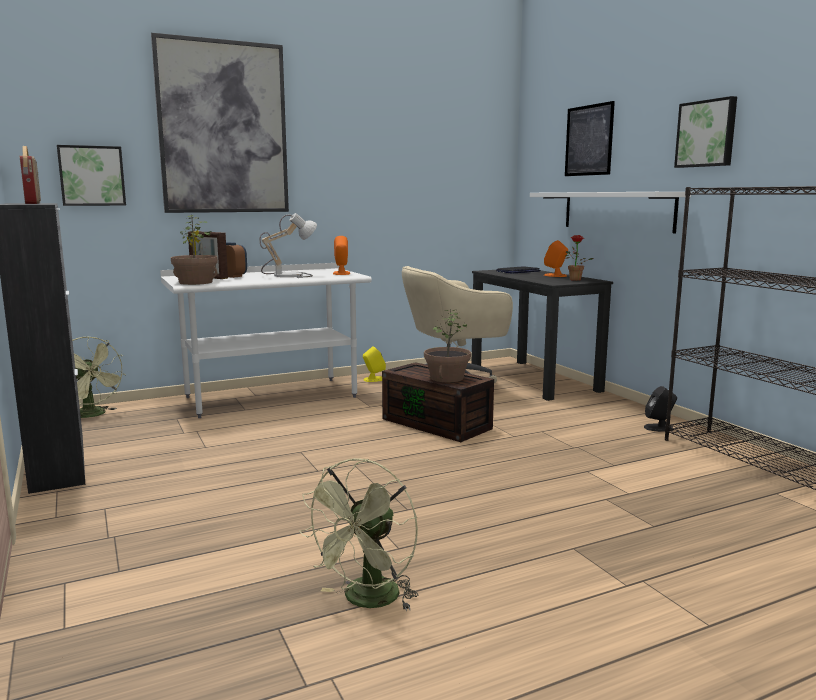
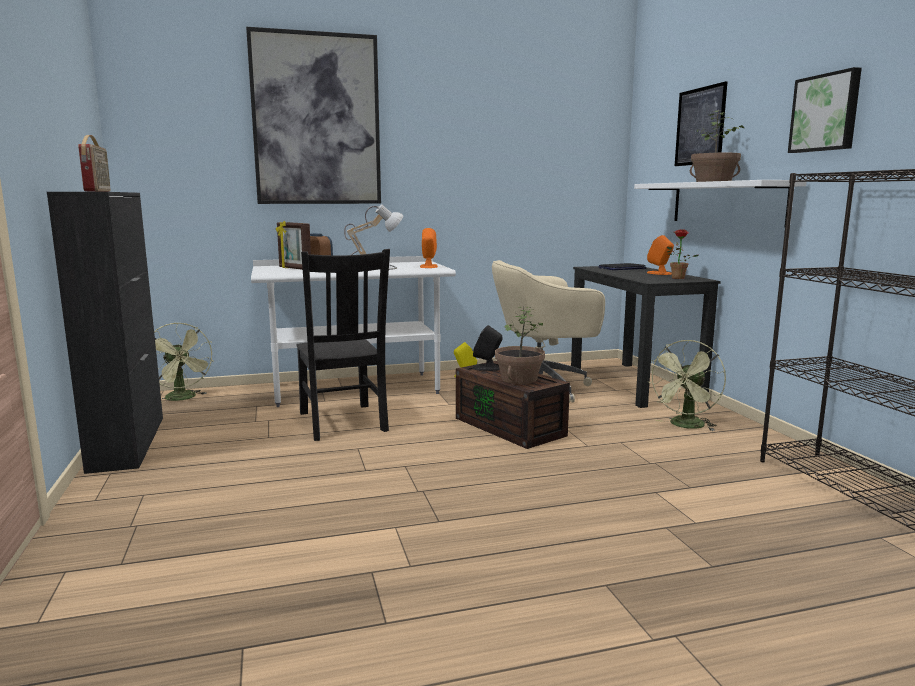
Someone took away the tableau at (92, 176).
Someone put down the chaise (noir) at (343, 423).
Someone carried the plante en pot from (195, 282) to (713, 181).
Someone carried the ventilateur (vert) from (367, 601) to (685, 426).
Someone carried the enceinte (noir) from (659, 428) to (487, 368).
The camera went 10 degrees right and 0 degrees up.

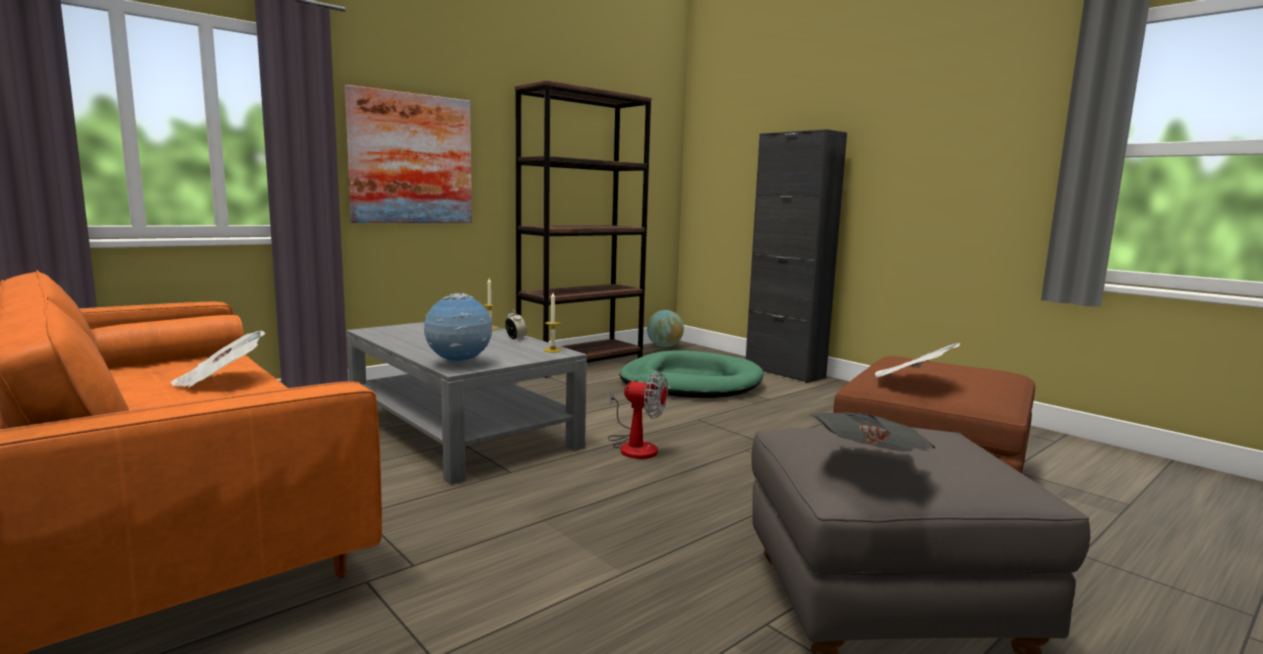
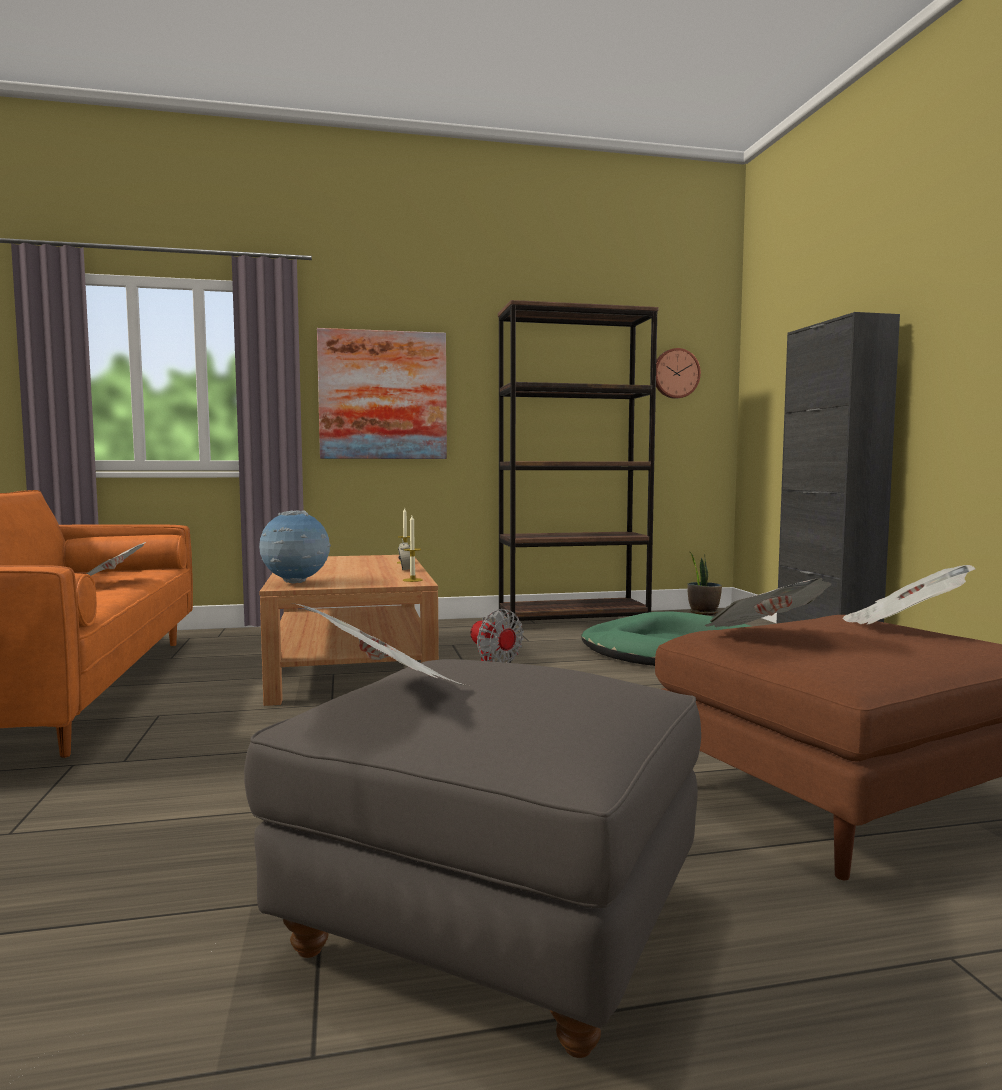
Someone put up the horloge murale at (675, 373).
Someone put down the journal at (903, 626).
Someone swapped the globe at (664, 346) for the plante en pot at (703, 613).
Someone repainted the table basse (gris) at (460, 429), which became the table basse (marron) at (351, 664).
The camera went 30 degrees right and 5 degrees down.

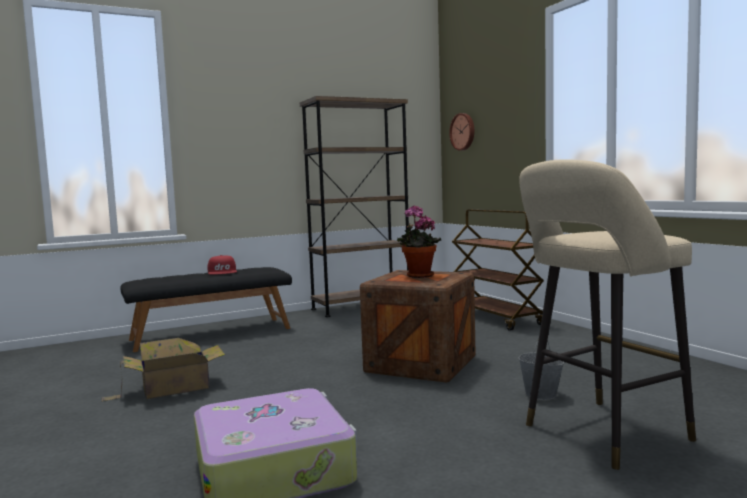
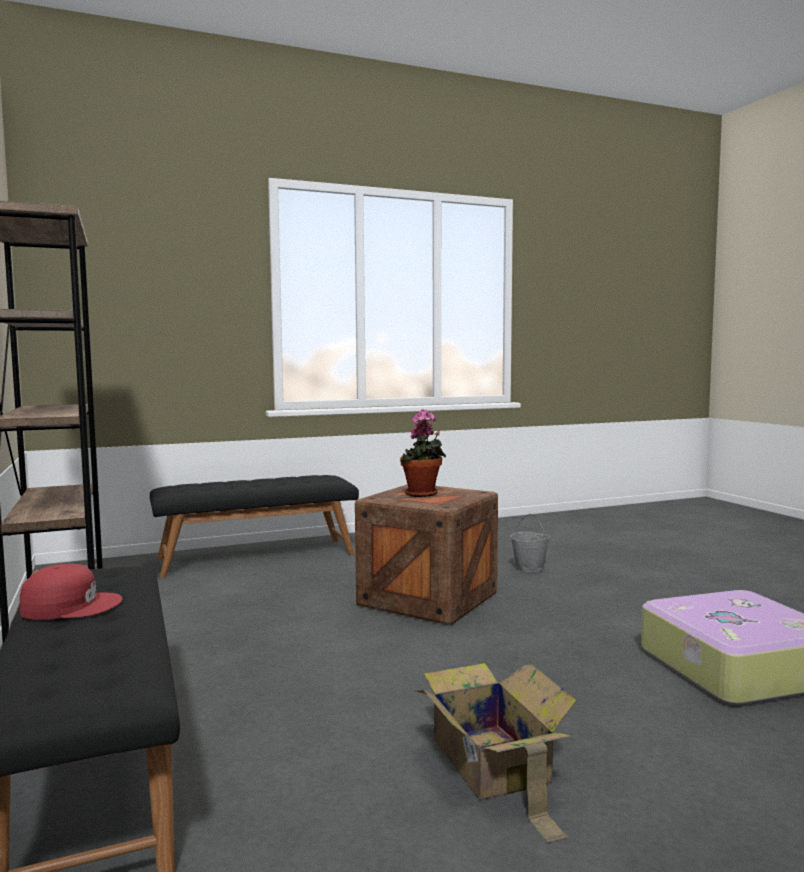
Someone took away the horloge murale at (463, 132).
Someone took away the tabouret (beige) at (600, 434).
Someone swapped the chariot (marron) at (496, 318) for the banc (noir) at (256, 556).
The camera went 85 degrees left and 0 degrees up.

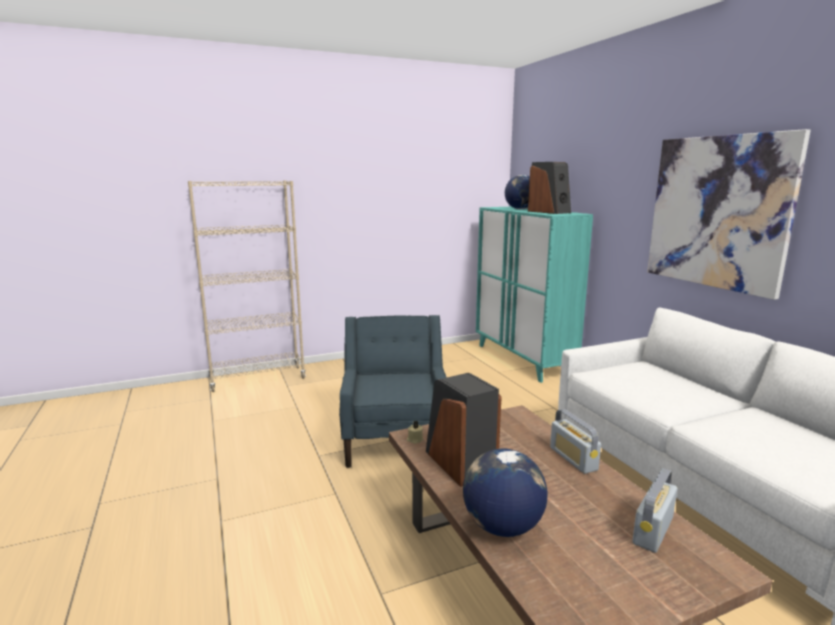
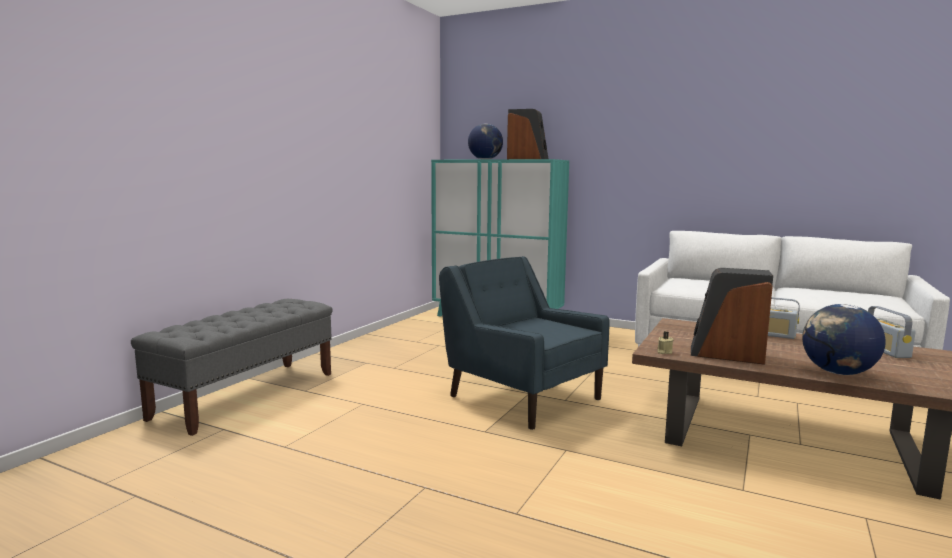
Someone took away the tableau at (717, 212).
Someone swapped the bibliothèque (beige) at (258, 379) for the banc (gris) at (247, 394).
The camera went 40 degrees left and 5 degrees down.

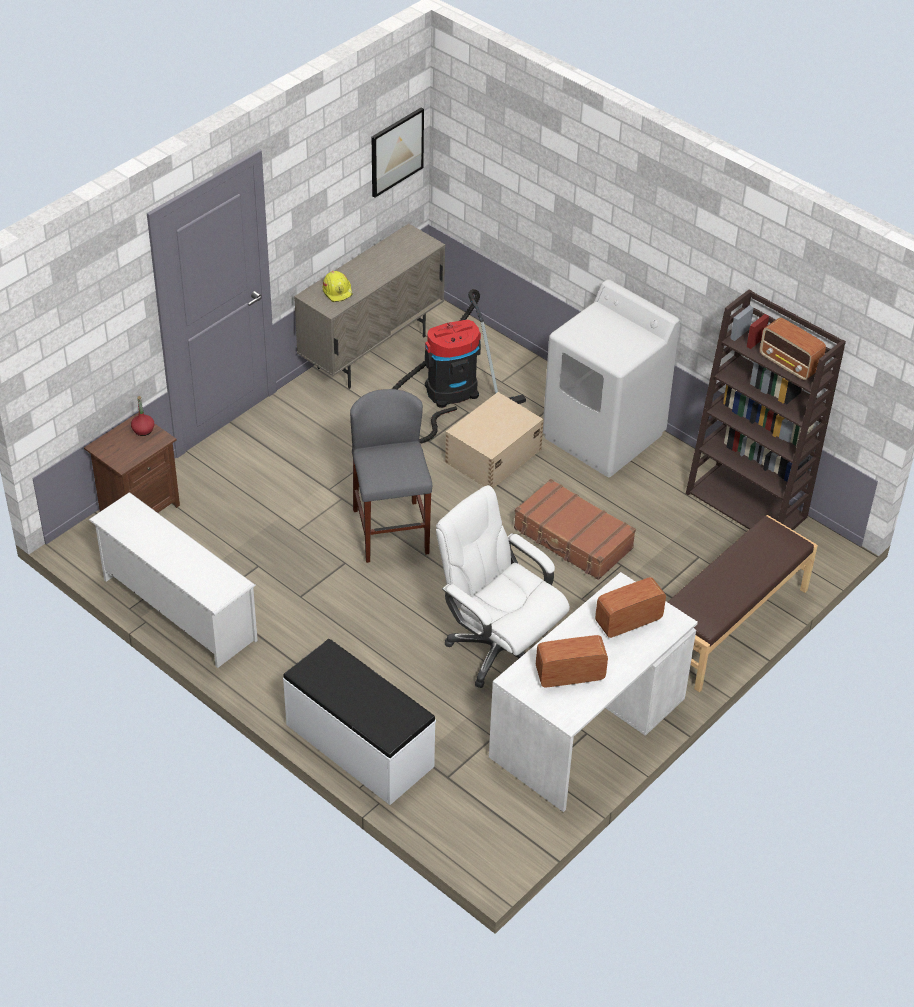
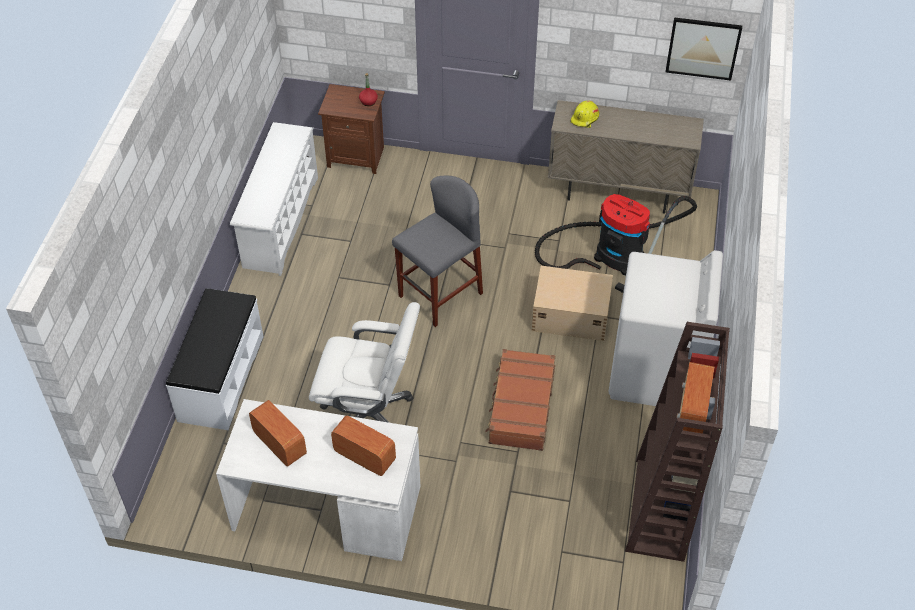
Someone took away the banc (marron) at (730, 624).
Someone rotated the chaise de bureau (blanc) at (498, 649) by 90 degrees clockwise.
The camera went 60 degrees right and 5 degrees up.

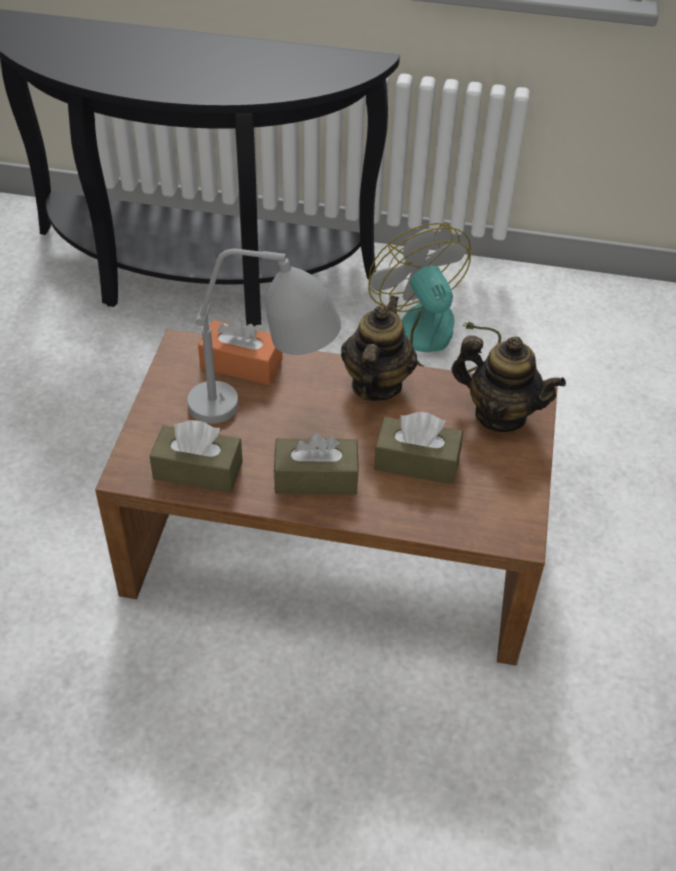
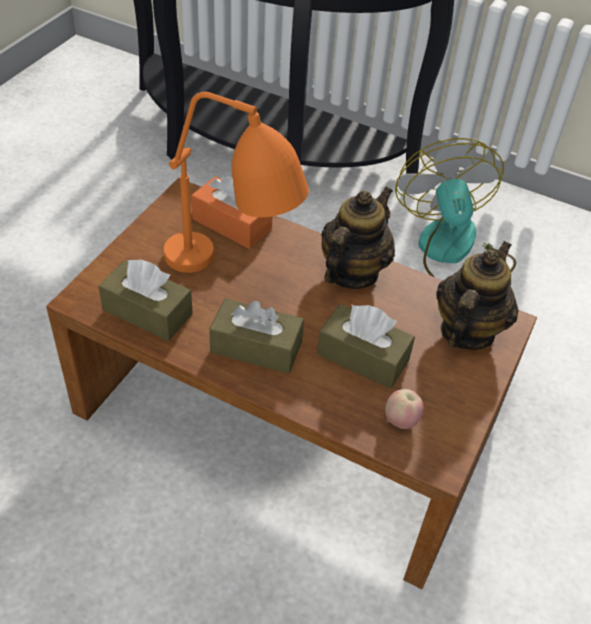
Someone put down the pomme at (401, 420).
Someone repainted the lampe de table (gris) at (266, 417), which became the lampe de table (orange) at (233, 278).
Someone rotated the théière at (500, 414) by 105 degrees counterclockwise.
The camera went 15 degrees right and 0 degrees up.

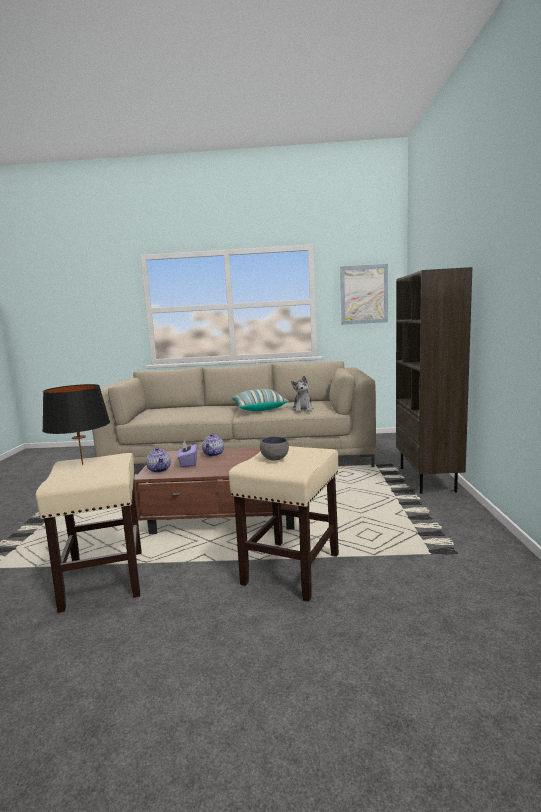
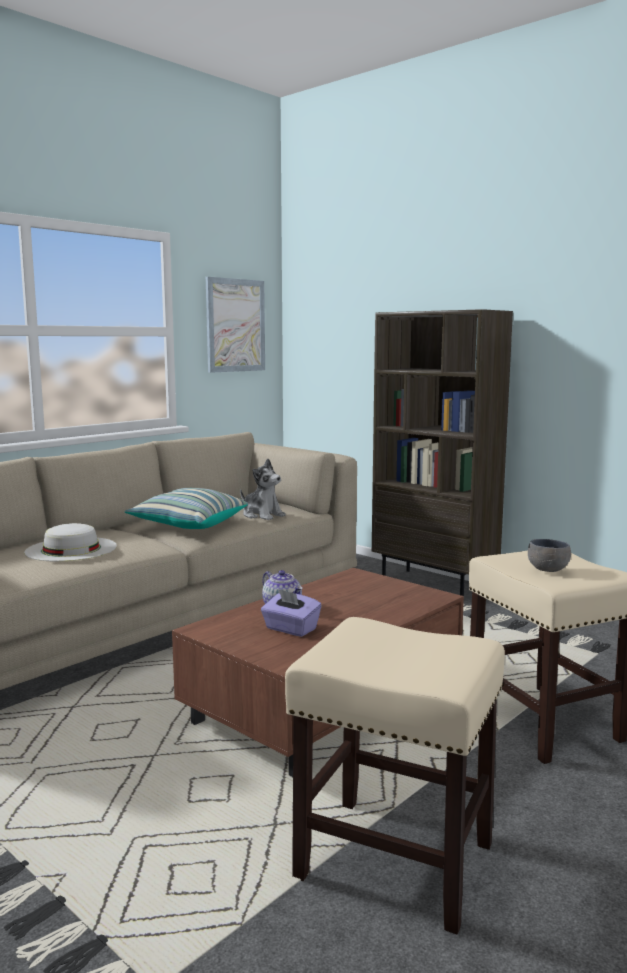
Someone took away the lampe de table (noir) at (83, 465).
Someone took away the théière at (159, 470).
Someone put down the chapeau (blanc) at (71, 549).
The camera went 50 degrees left and 0 degrees up.

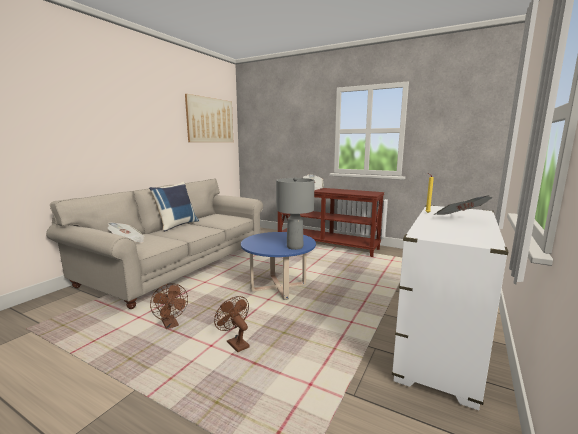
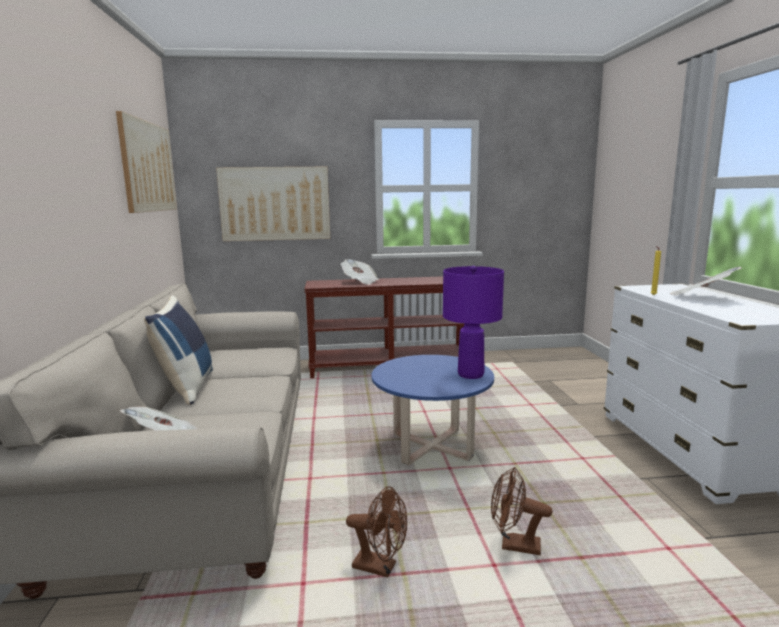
Someone put up the tableau at (275, 204).
Someone repainted the lampe de table (gris) at (295, 247), which became the lampe de table (violet) at (471, 374).
The camera went 35 degrees left and 0 degrees up.

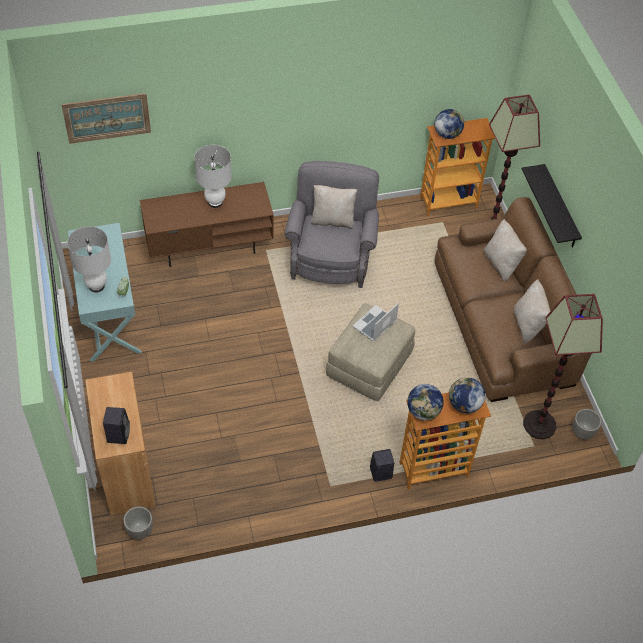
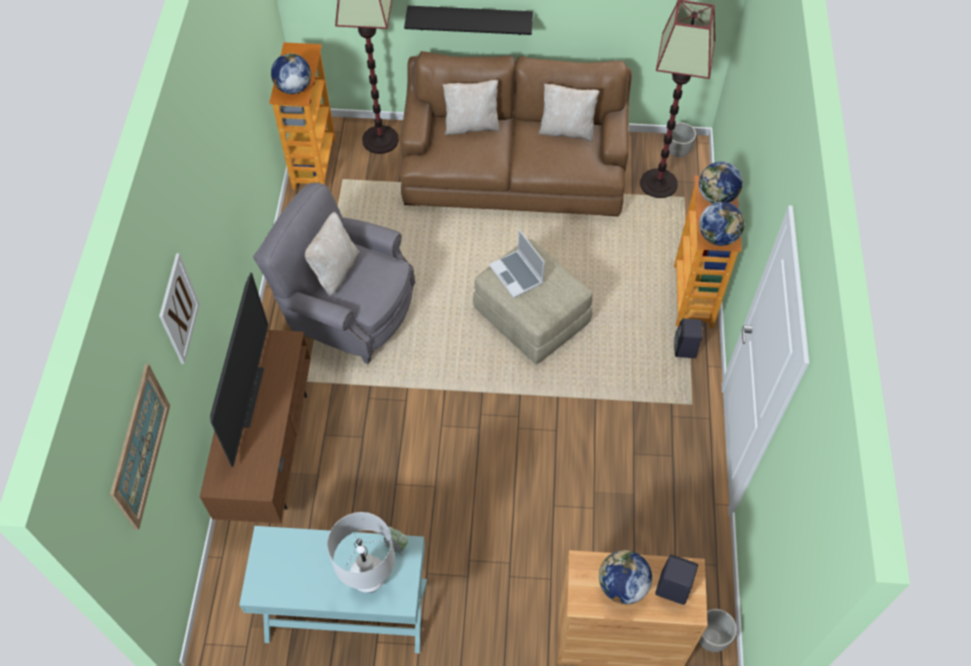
Someone put up the tableau at (178, 309).
Someone put down the globe at (622, 585).
Someone swapped the lampe de table (blanc) at (215, 202) for the téléviseur at (250, 397).
The camera went 70 degrees left and 5 degrees up.

